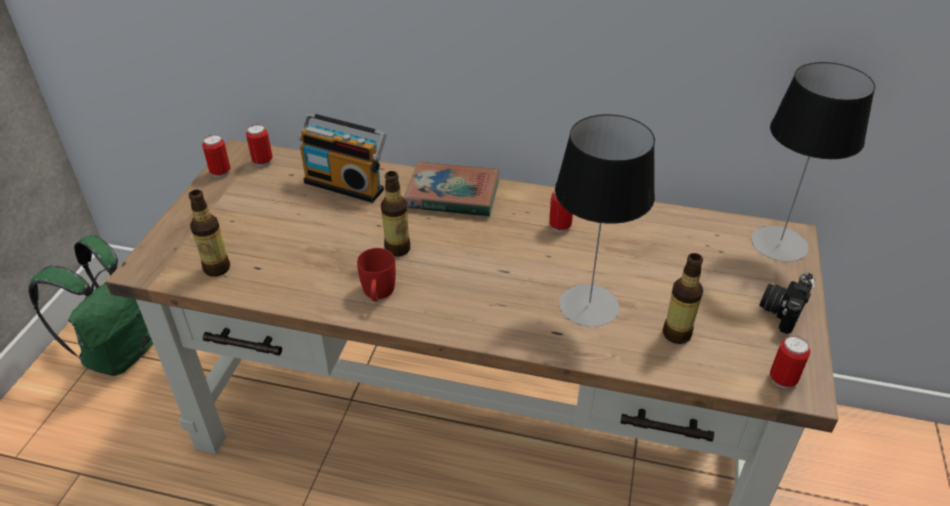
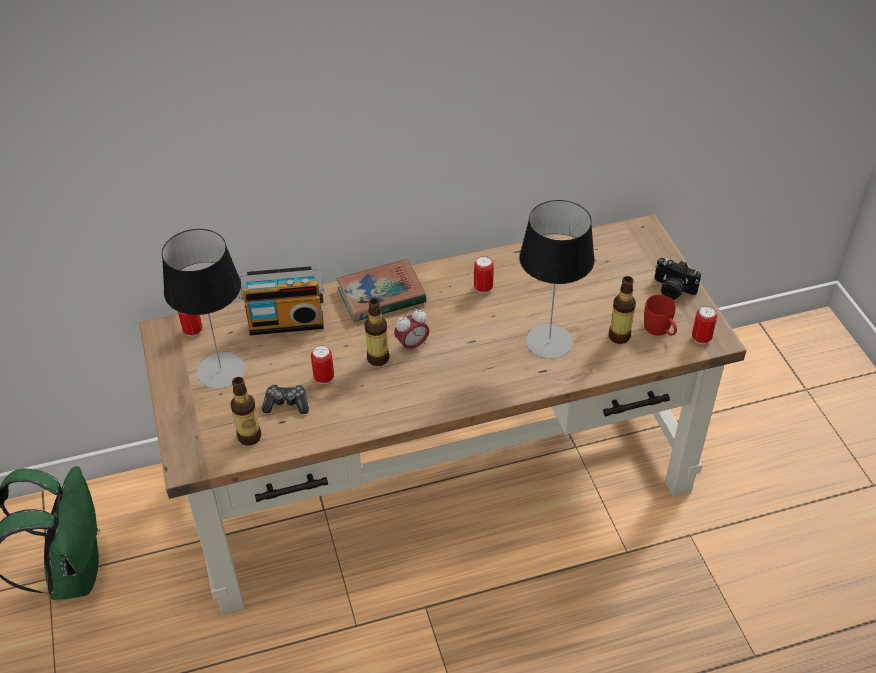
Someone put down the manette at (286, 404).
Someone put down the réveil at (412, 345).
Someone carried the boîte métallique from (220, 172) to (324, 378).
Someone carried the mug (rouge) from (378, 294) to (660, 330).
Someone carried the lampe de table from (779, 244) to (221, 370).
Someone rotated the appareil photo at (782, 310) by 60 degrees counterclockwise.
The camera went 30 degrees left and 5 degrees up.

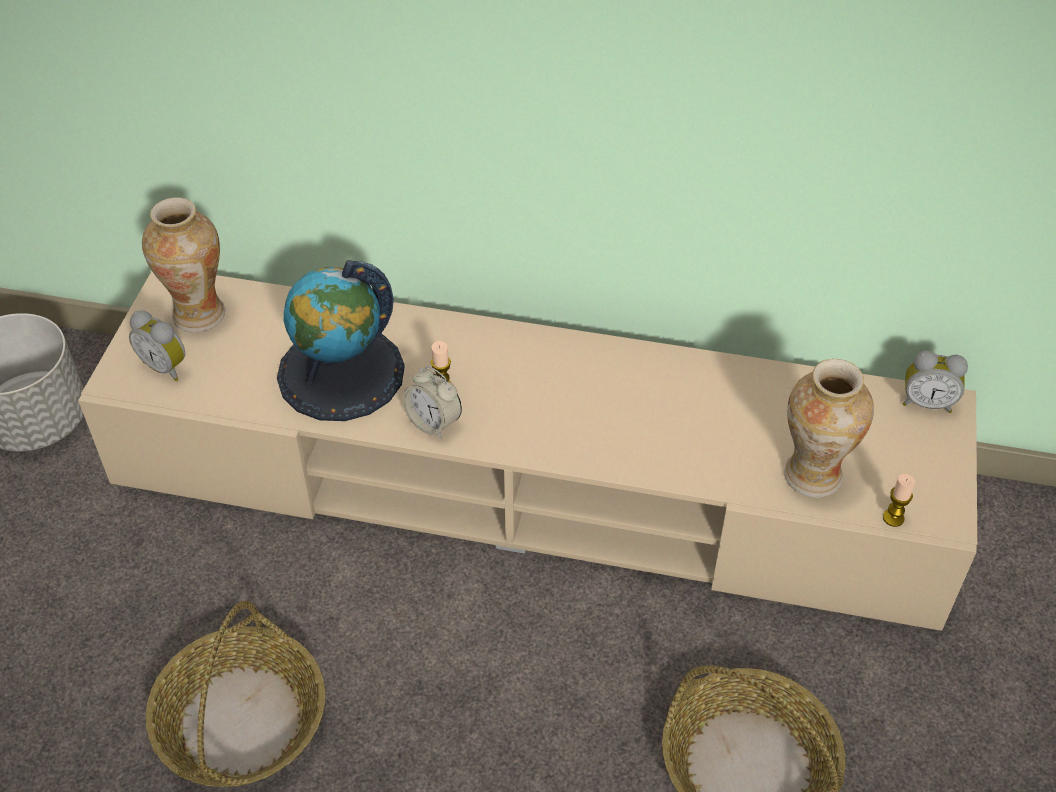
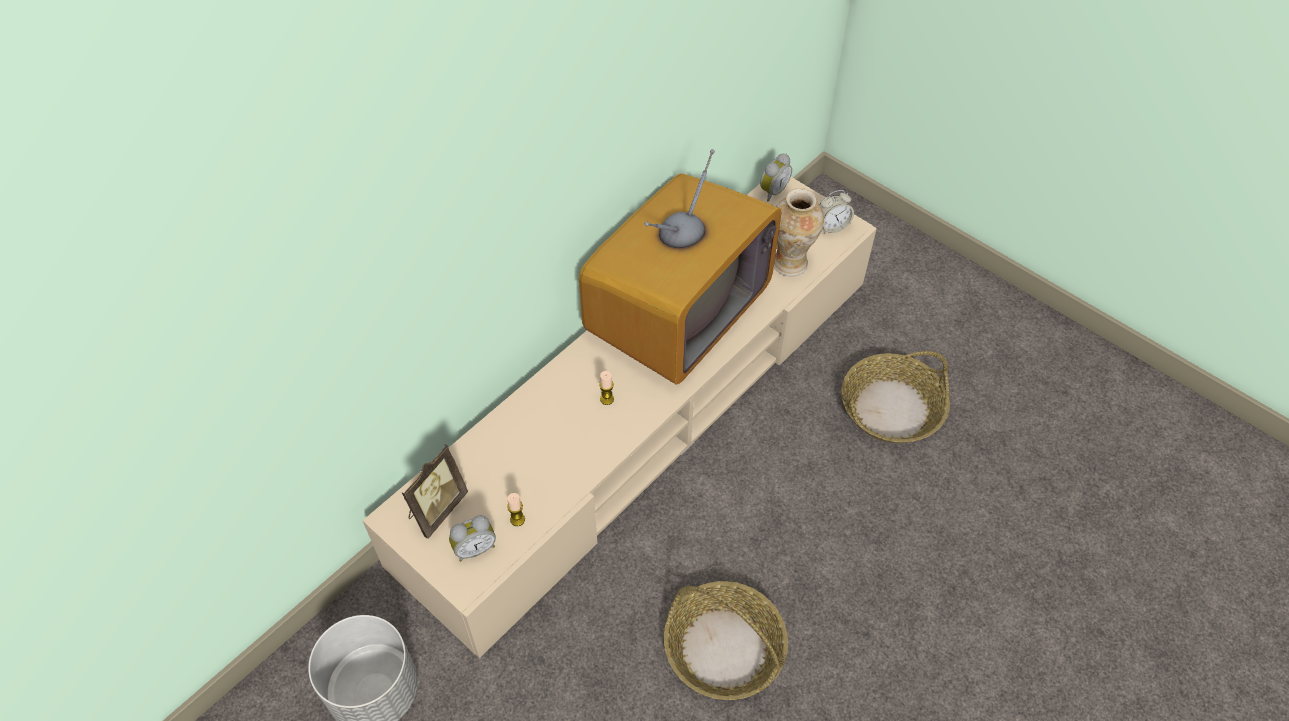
Someone took away the globe at (341, 373).
Someone put down the téléviseur at (678, 314).
Someone carried the réveil from (433, 422) to (832, 226).
Someone carried the bougie from (893, 518) to (517, 519).
Someone swapped the vase at (199, 313) for the cadre photo at (436, 509).
The camera went 60 degrees left and 5 degrees up.

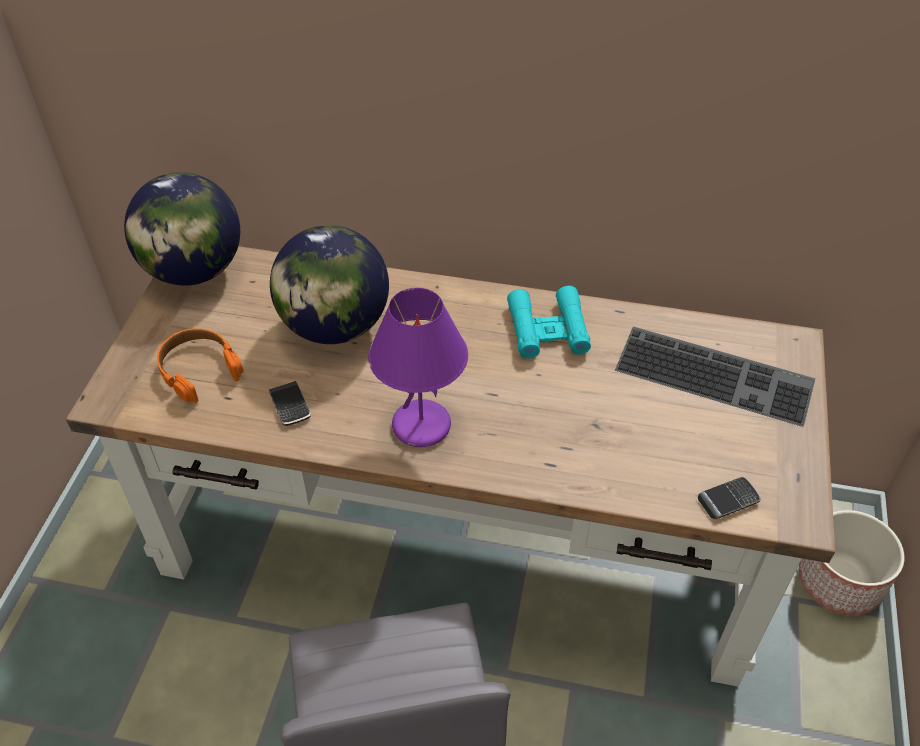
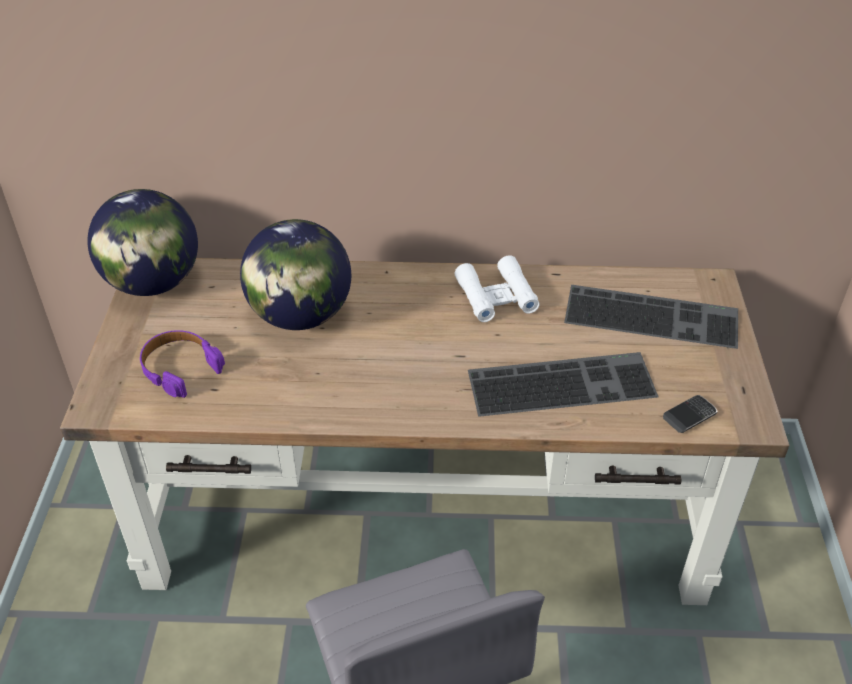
Someone took away the téléphone at (290, 406).
Someone took away the lampe de table (violet) at (422, 424).
Someone took away the cache-pot at (839, 581).
Someone put down the clavier at (562, 382).
Someone repainted the casque audio (orange) at (199, 369), which became the casque audio (violet) at (180, 368).
Someone repainted the jumelles (turquoise) at (548, 330), which became the jumelles (blanc) at (496, 296).
The camera went 10 degrees left and 5 degrees down.

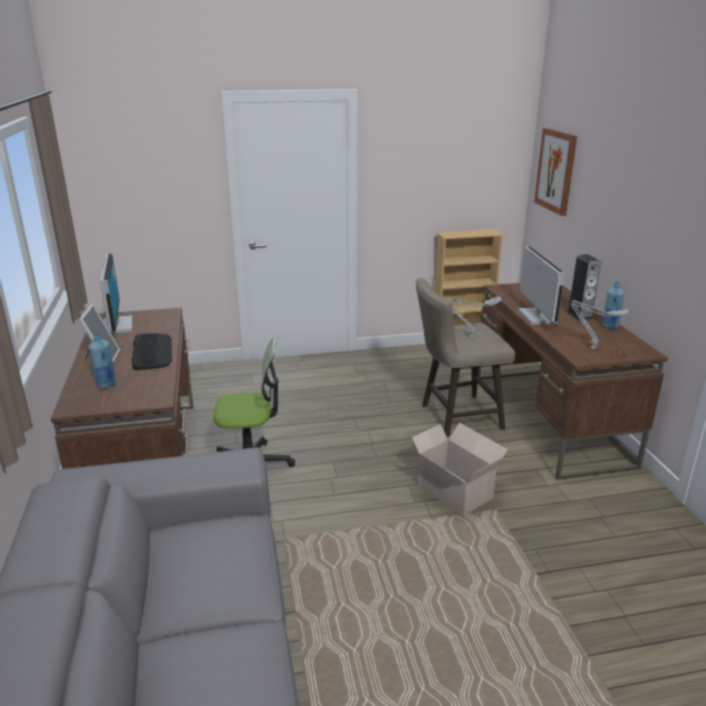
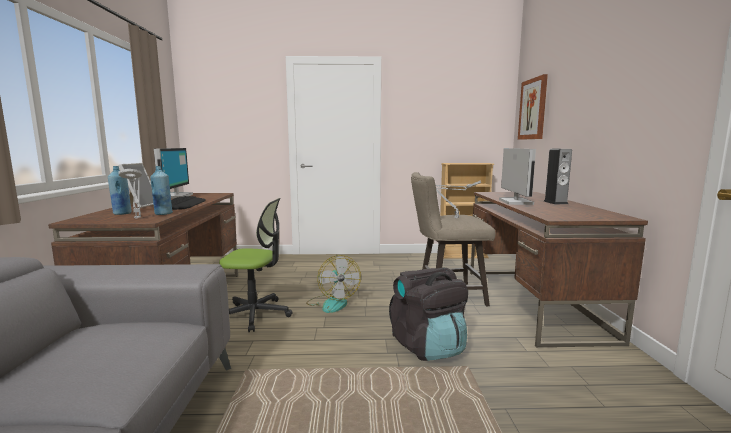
Someone put down the ventilateur at (332, 303).
Someone carried the lampe de table (gris) from (591, 347) to (137, 217).
Someone carried the bouteille (bleu) from (609, 326) to (163, 214).
Someone swapped the carton at (453, 490) for the sac à dos (noir) at (428, 346).
The camera went 10 degrees right and 15 degrees down.

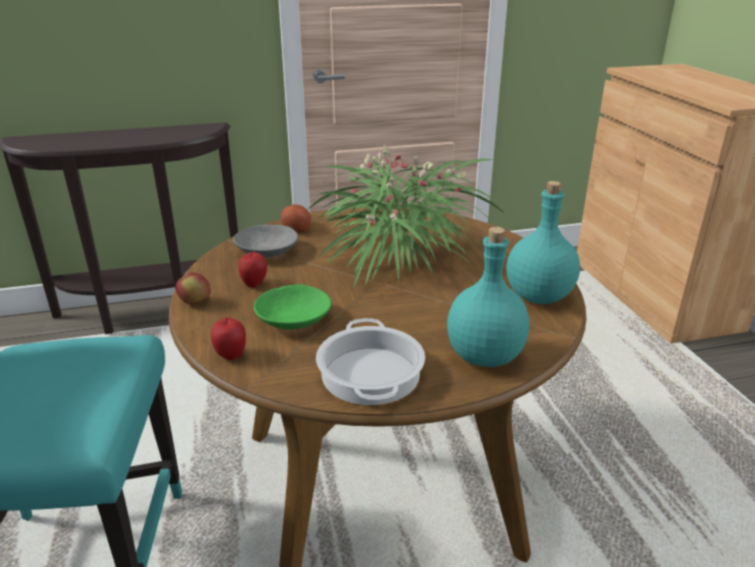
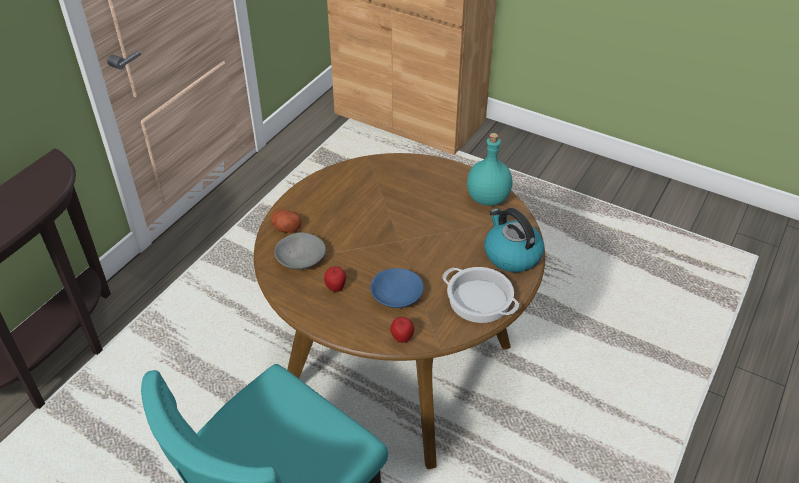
Someone took away the pomme at (195, 302).
Someone took away the plante en pot at (398, 255).
Someone swapped the bouteille (turquoise) at (484, 357) for the bouilloire at (511, 255).
Someone repainted the bol (vert) at (294, 319), which became the bol (bleu) at (396, 295).
The camera went 45 degrees left and 15 degrees up.

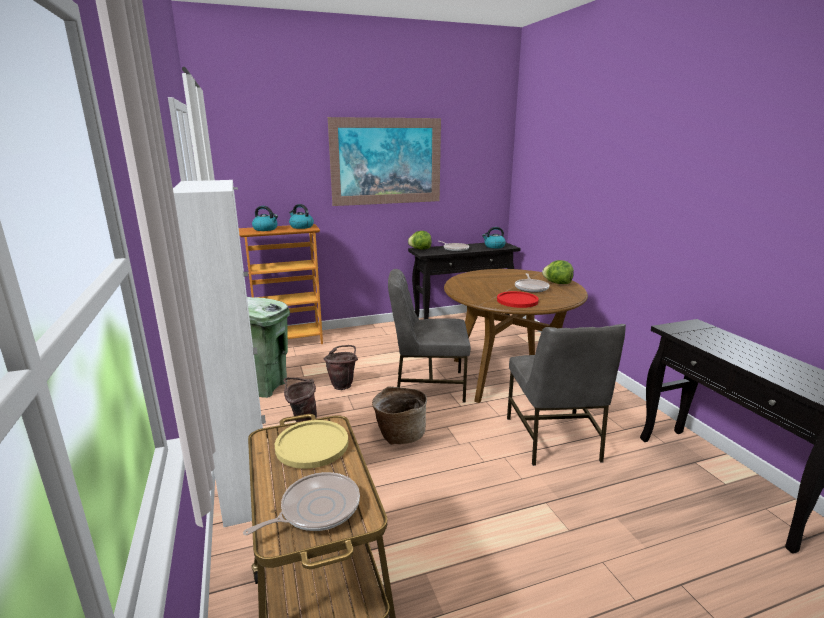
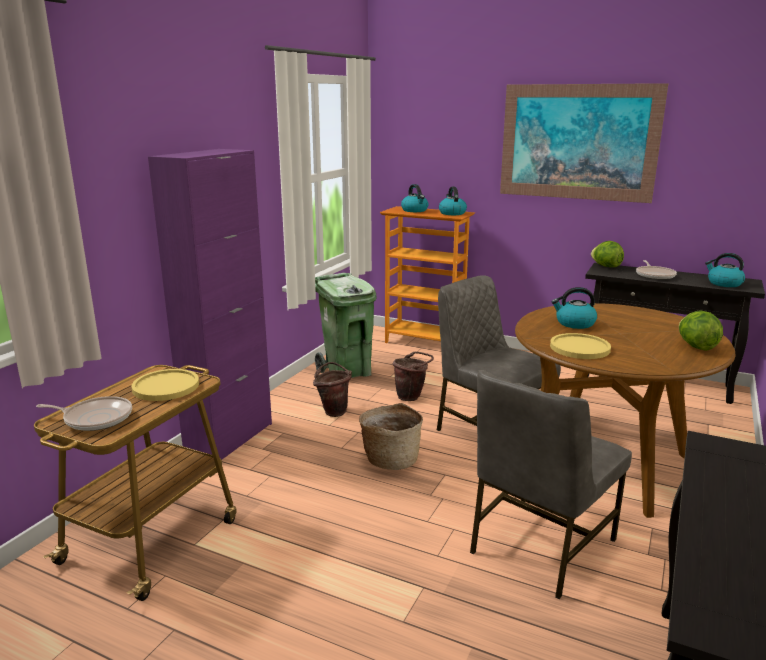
Someone took away the poêle at (531, 288).
Someone put down the bouilloire at (574, 323).
Someone repainted the meuble de rangement (blanc) at (247, 488), which became the meuble de rangement (violet) at (229, 438).
Someone repainted the assiette (rouge) at (517, 300), which became the assiette (jaune) at (579, 348).
The camera went 45 degrees right and 0 degrees up.

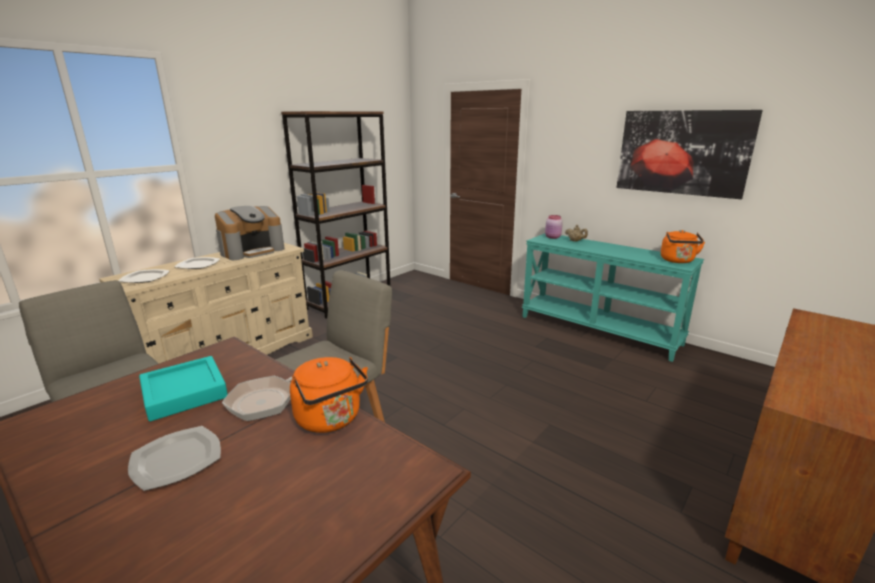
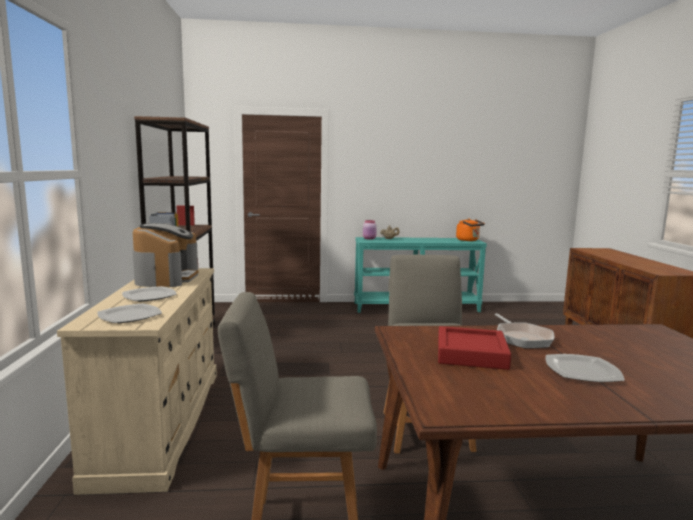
Someone took away the bouilloire (orange) at (331, 420).
Someone took away the tableau at (682, 152).
Someone repainted the plateau (turquoise) at (184, 393), which became the plateau (rouge) at (471, 354).
The camera went 45 degrees left and 10 degrees down.

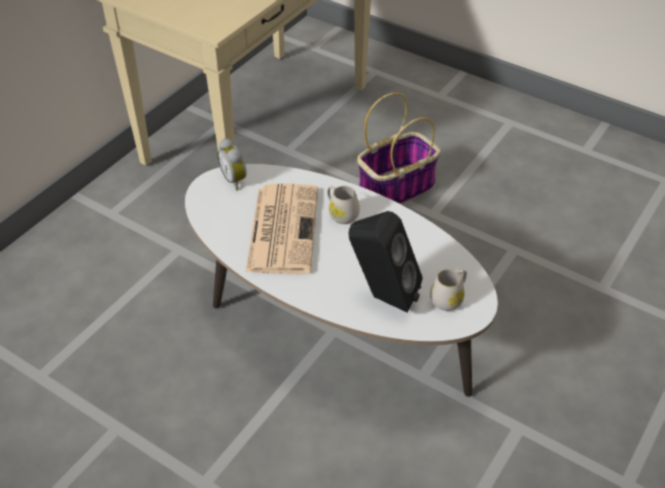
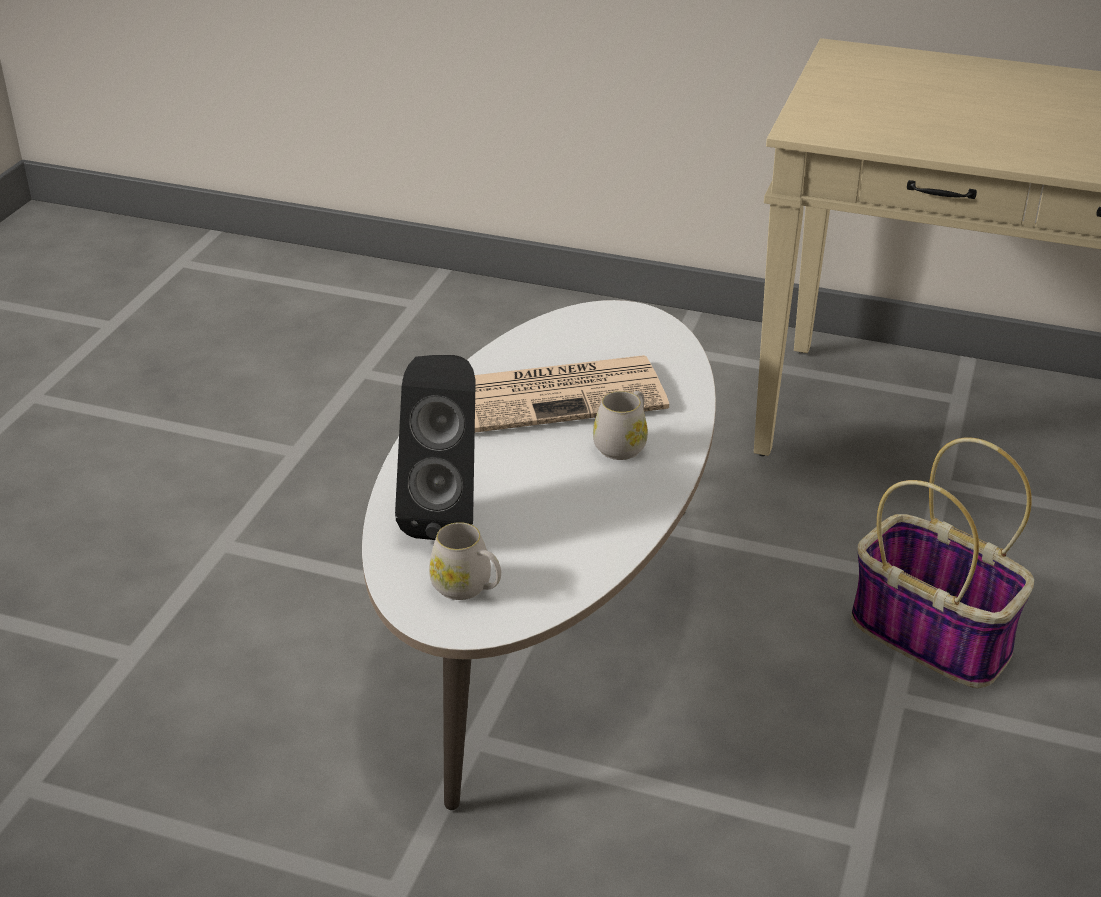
Someone took away the réveil at (235, 180).
The camera went 75 degrees right and 10 degrees down.

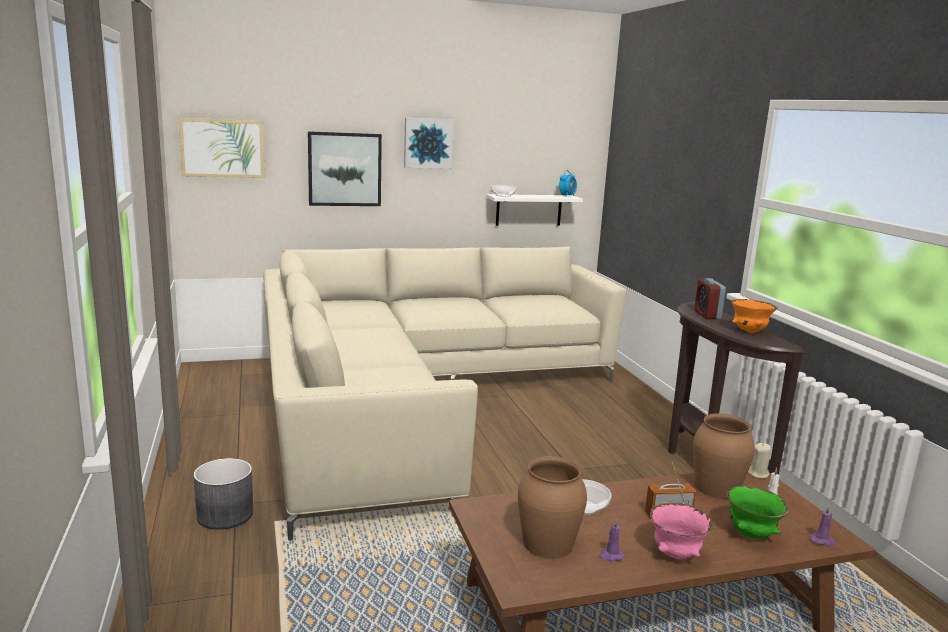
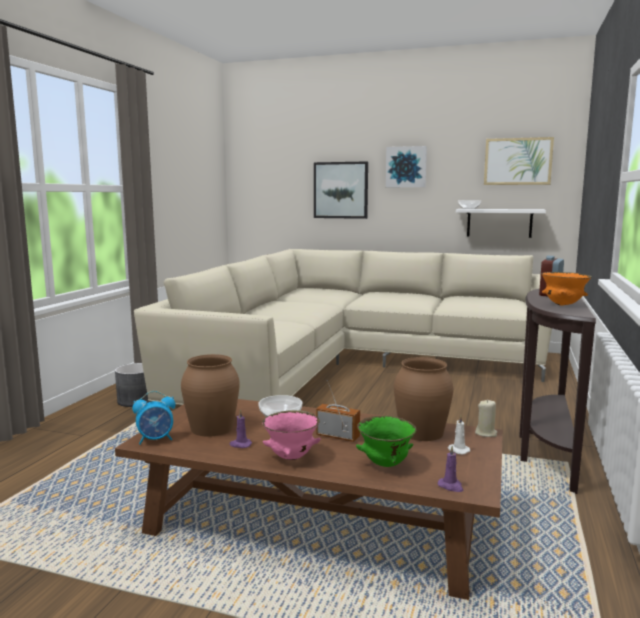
Someone carried the tableau from (222, 148) to (517, 161).
Someone carried the réveil from (567, 196) to (156, 440).
The camera went 35 degrees right and 5 degrees down.

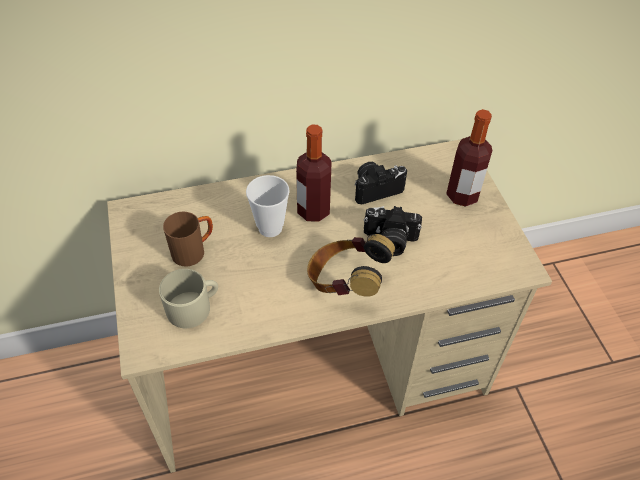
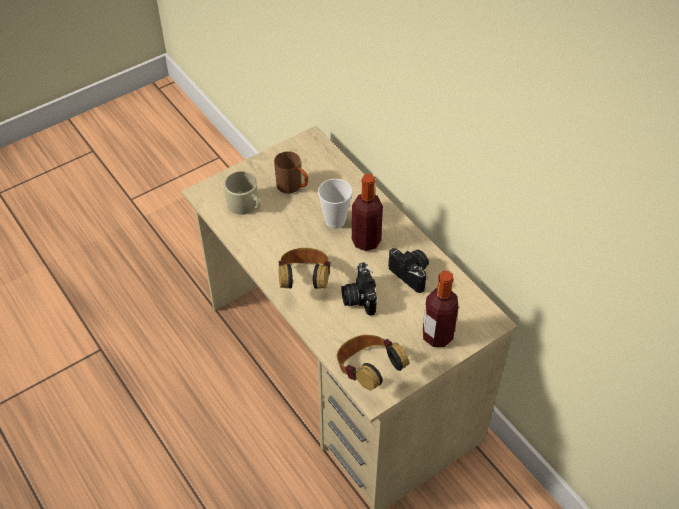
Someone put down the casque audio at (368, 371).
The camera went 70 degrees right and 0 degrees up.

